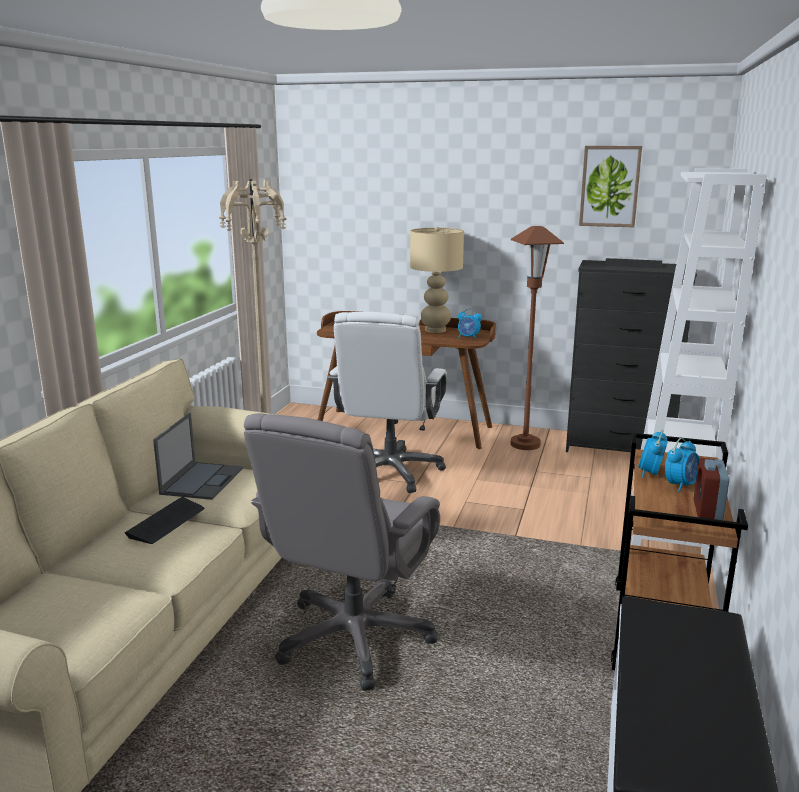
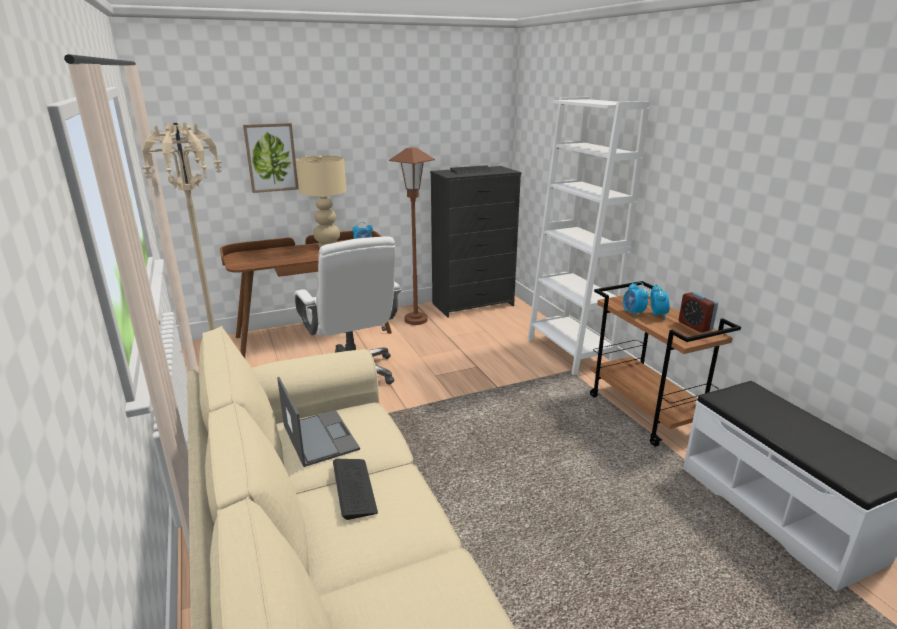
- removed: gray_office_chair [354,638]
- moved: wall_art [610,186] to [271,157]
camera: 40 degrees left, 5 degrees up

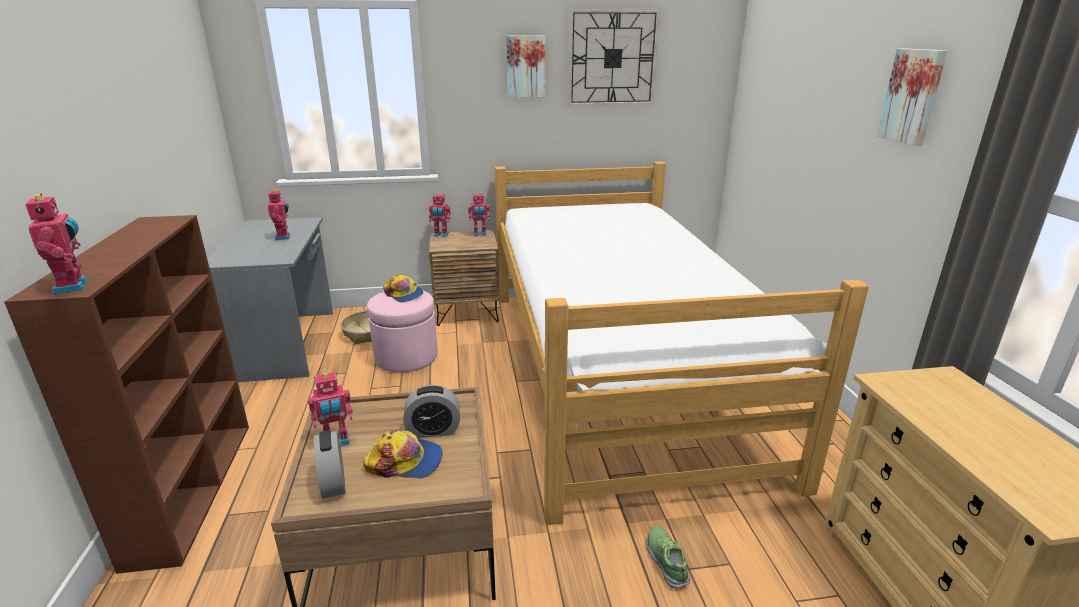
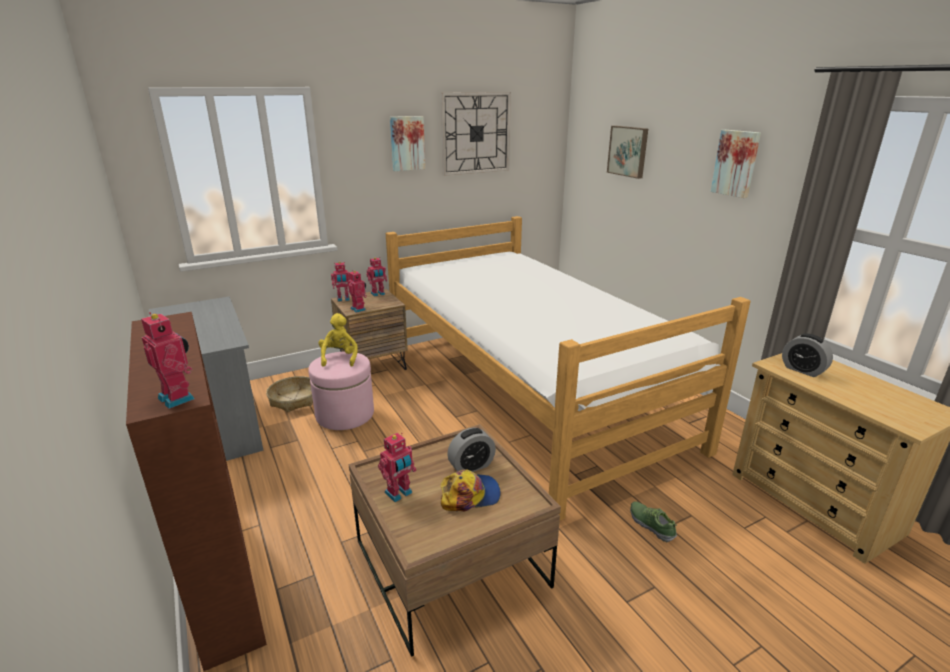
- moved: model_robot [284,237] to [359,309]
- moved: table_clock [333,483] to [802,370]
- replaced: peaked_cap [404,294] to yellow-coloured_cuddly_toy [339,358]
- added: wall_art [628,151]
camera: 20 degrees left, 0 degrees up

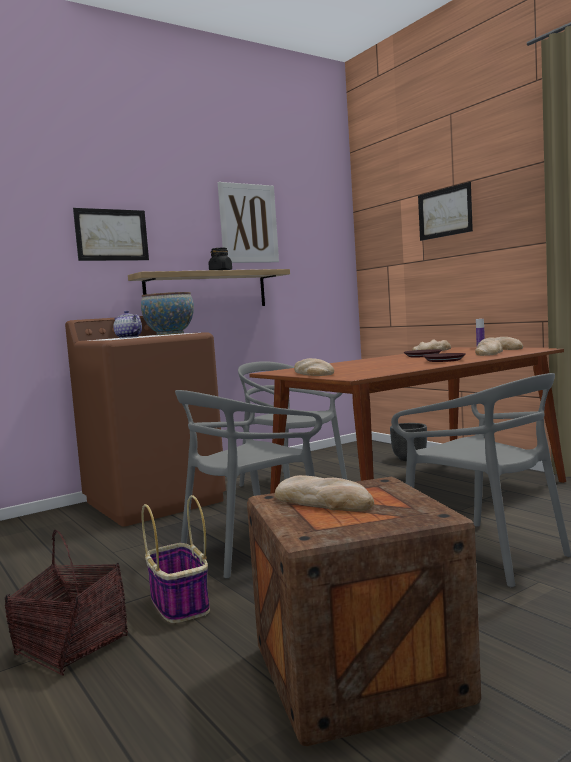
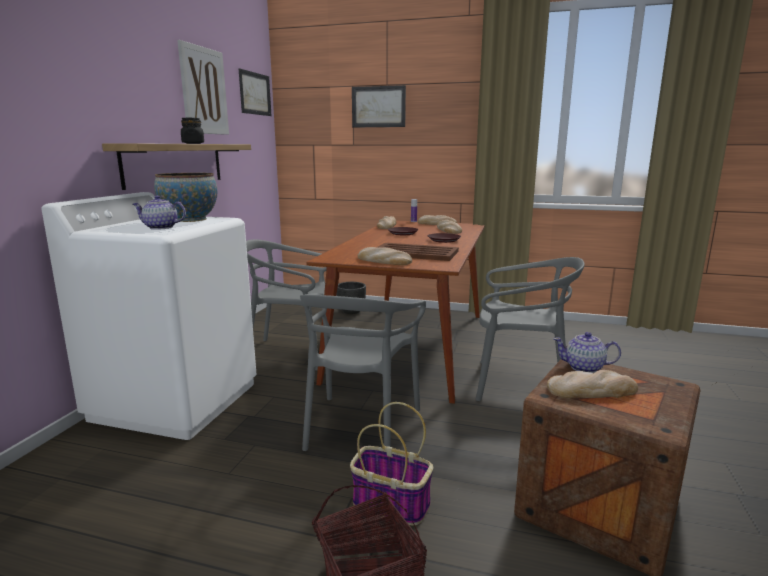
- recoloured: brown_laundry_appliance [155,501] to white-coloured_laundry_appliance [176,400]
- moved: wall_art [111,235] to [255,93]
- added: brown_tray [416,253]
- added: tea_pot [584,368]
camera: 40 degrees left, 10 degrees up

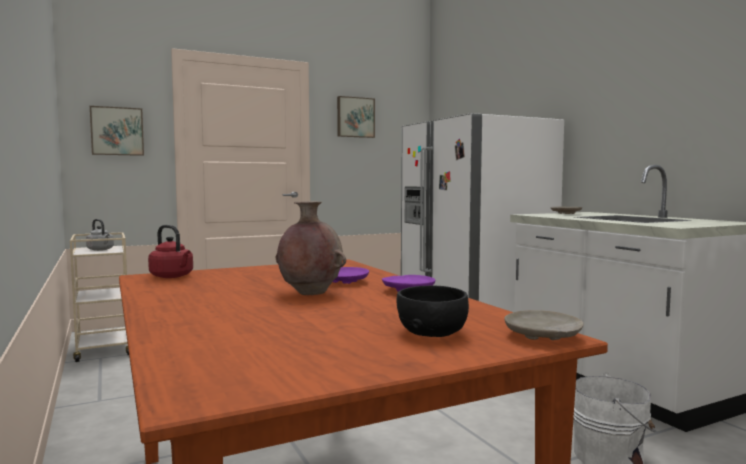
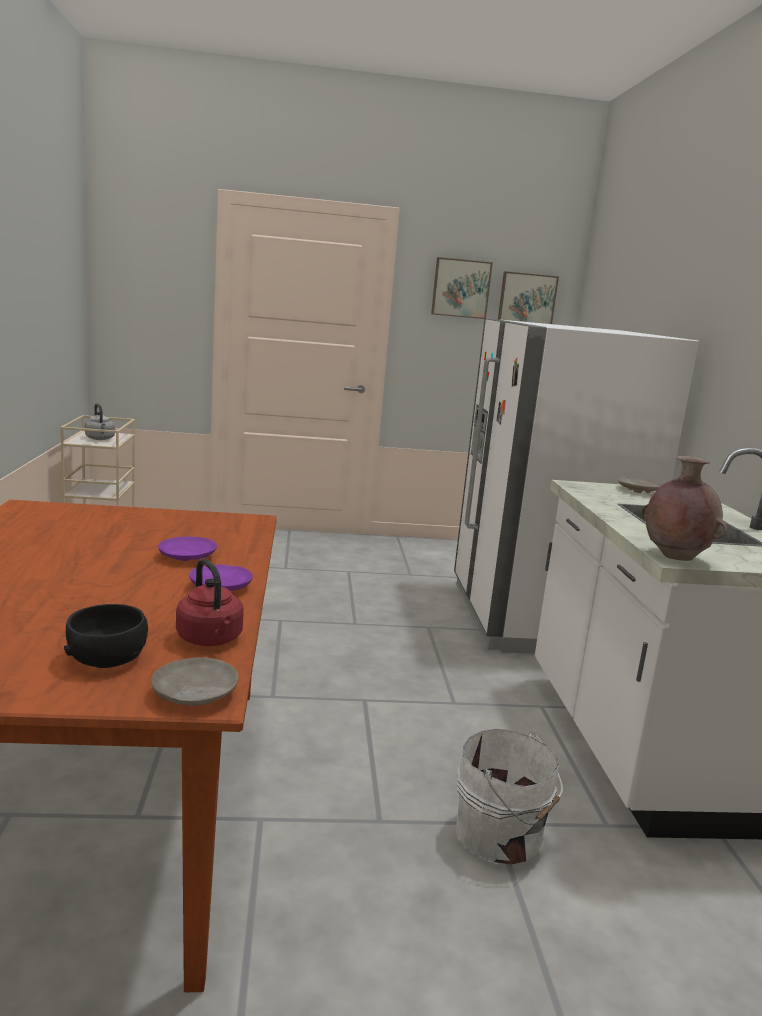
- moved: wall_art [117,131] to [526,302]
- moved: reddish_kettle [173,276] to [210,640]
- moved: brown_flower_vase [310,293] to [674,557]
camera: 20 degrees right, 10 degrees up

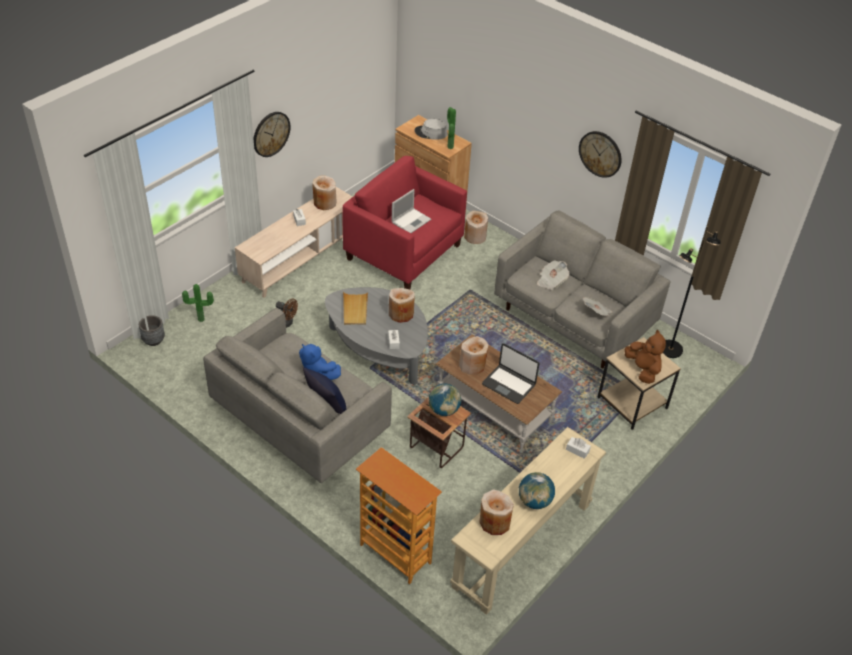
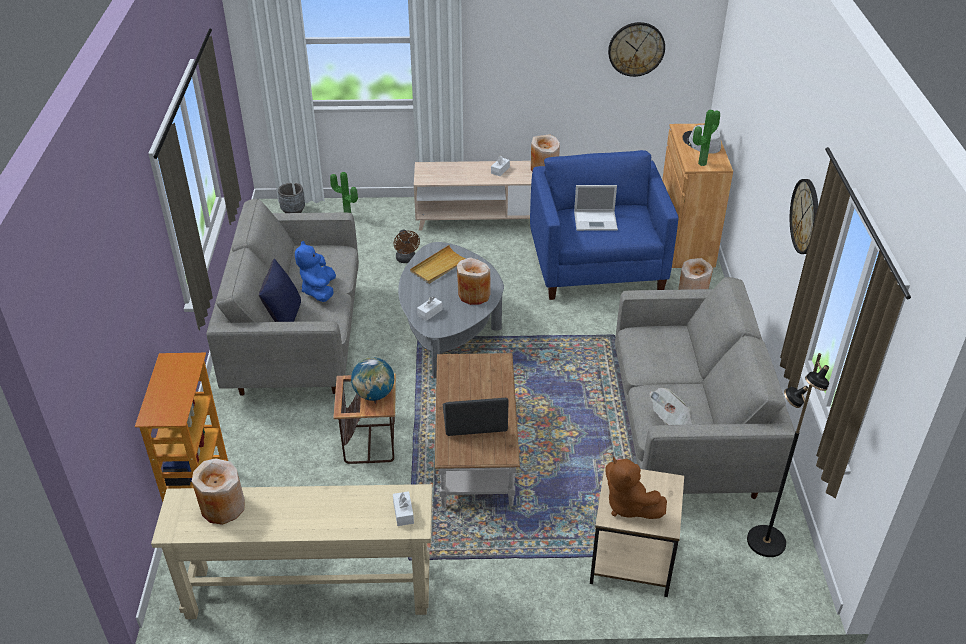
- moved: wall_clock [271,134] to [636,49]
- recoloured: reddish_lounge_chair [404,252] to blue-coloured_lounge_chair [597,266]
- removed: beige_flower_vase [472,365]
- turned: portable_computer [509,384] = [474,420] 90 degrees clockwise
- removed: world_globe [534,501]
- removed: daily_paper [551,281]
- turned: brown_cuddly_toy [642,369] = [628,505] 120 degrees clockwise
camera: 50 degrees right, 5 degrees down

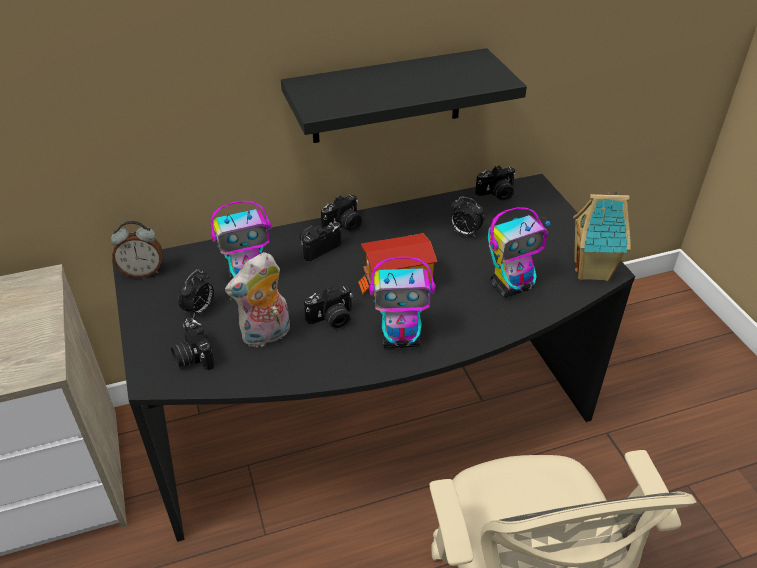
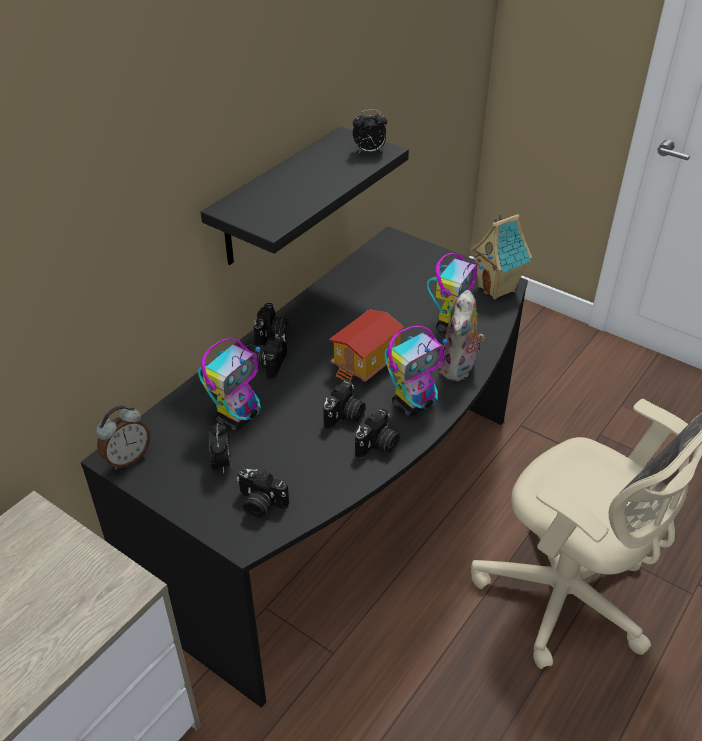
- moved: cuddly_toy [266,336] to [459,369]
- moved: table_clock [464,233] to [369,152]
- moved: still_camera [497,194] to [378,446]
camera: 35 degrees left, 0 degrees up

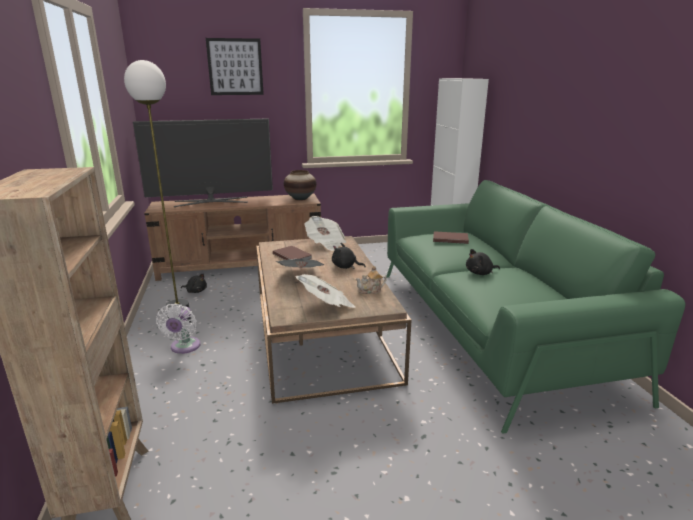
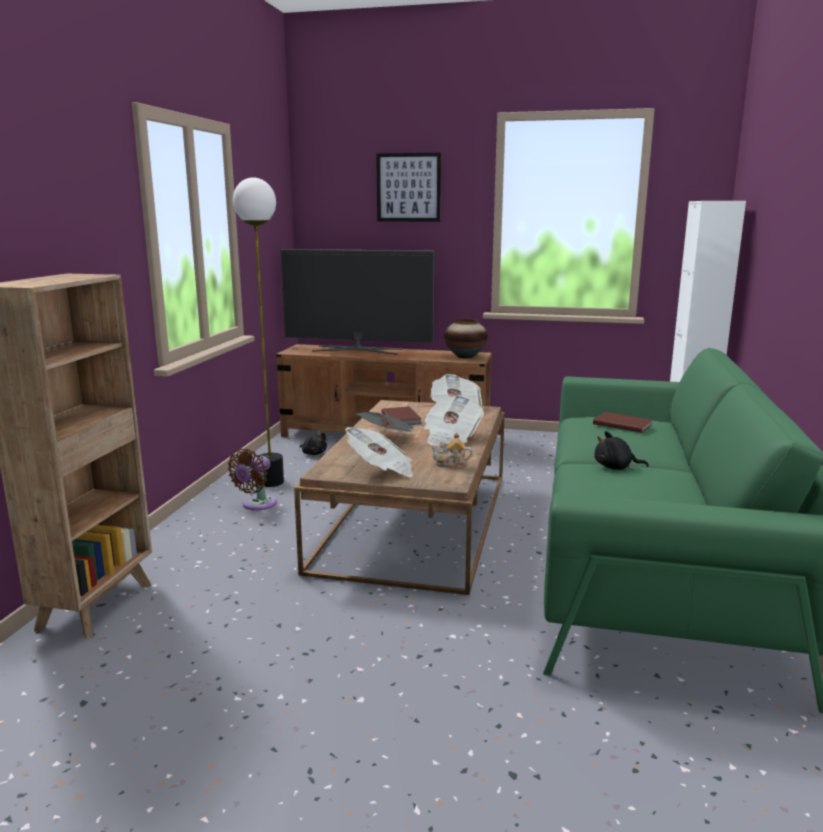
- recoloured: white-coloured_electric_fan [184,347] to brown_electric_fan [256,505]
- replaced: black_cuddly_toy [345,267] to daily_paper [450,437]
camera: 25 degrees right, 5 degrees down

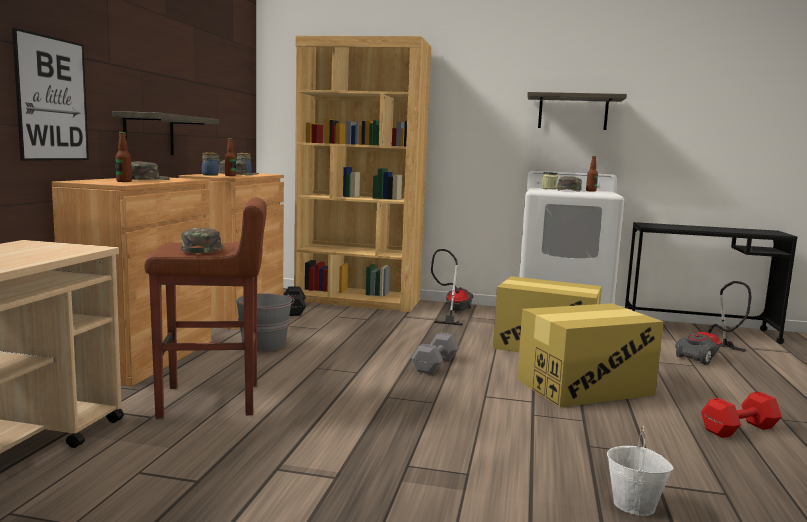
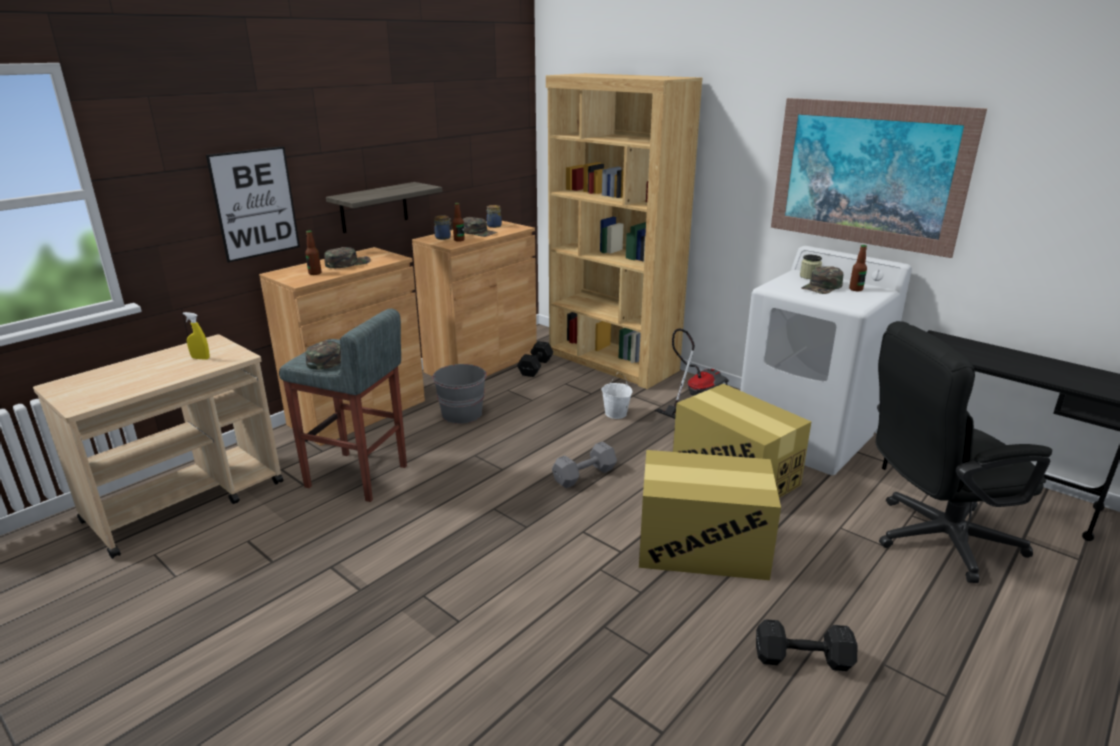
- recoloured: brown_sitting_stool [211,401] to gray_sitting_stool [357,477]
- replaced: bracket_shelf [573,112] to wall_art [867,174]
- moved: white-coloured_bucket [635,505] to [616,414]
- replaced: vacuum_cleaner [709,357] to black_office_chair [932,539]
- recoloured: reddish_hand_weight [741,429] to black_hand_weight [805,660]
- added: yellow-coloured_sprayer [200,358]
camera: 30 degrees right, 15 degrees up

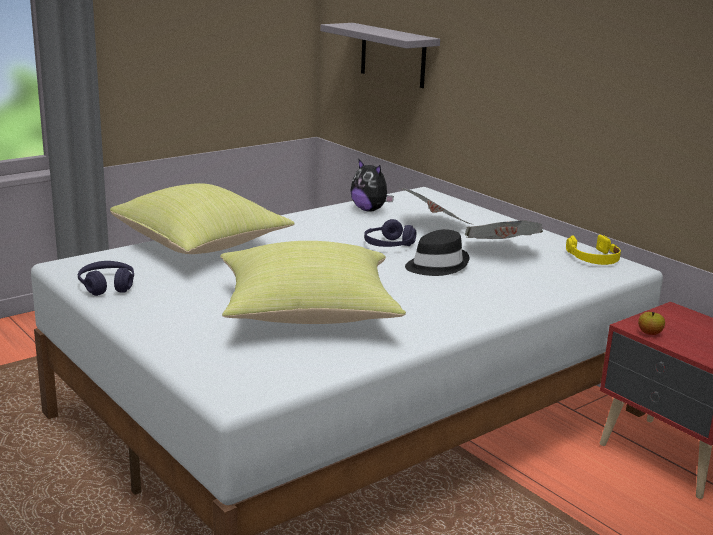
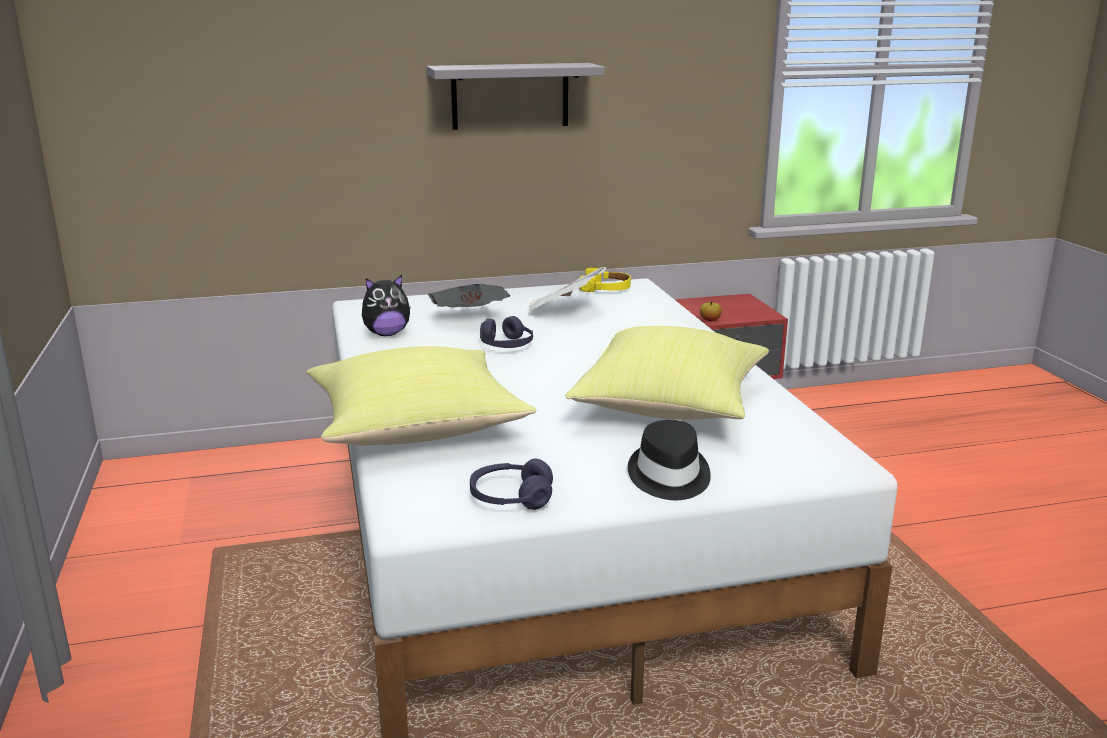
- moved: gray_bracket_shelf [393,55] to [510,96]
- moved: black_wearable_hat [436,265] to [668,476]
camera: 65 degrees left, 0 degrees up

